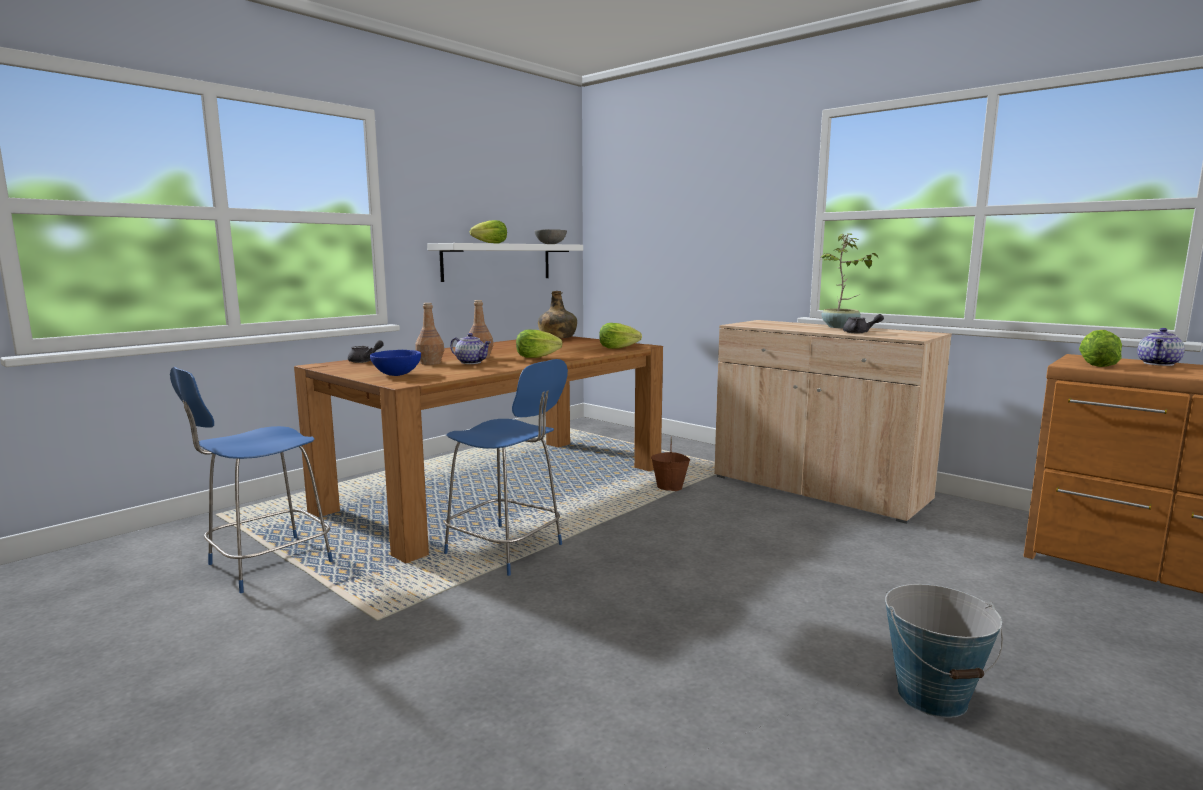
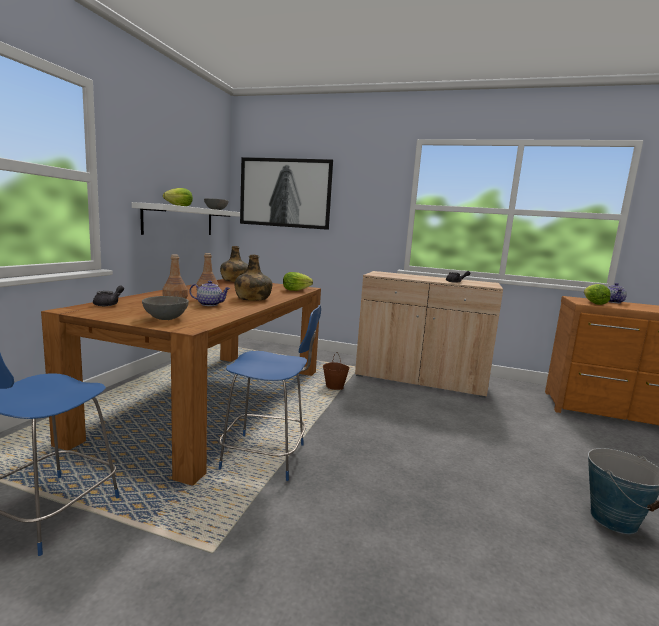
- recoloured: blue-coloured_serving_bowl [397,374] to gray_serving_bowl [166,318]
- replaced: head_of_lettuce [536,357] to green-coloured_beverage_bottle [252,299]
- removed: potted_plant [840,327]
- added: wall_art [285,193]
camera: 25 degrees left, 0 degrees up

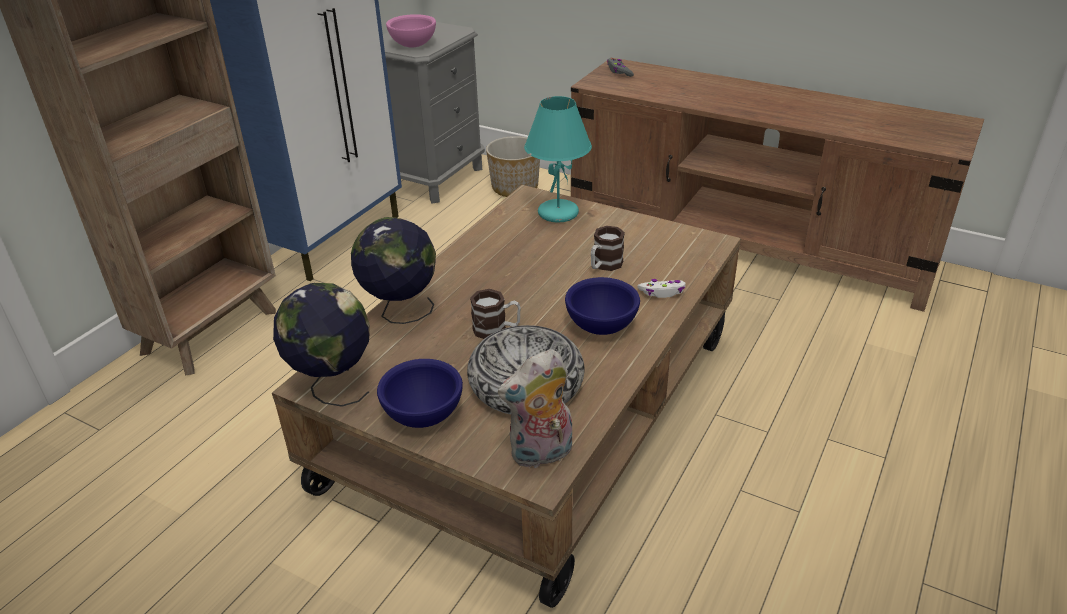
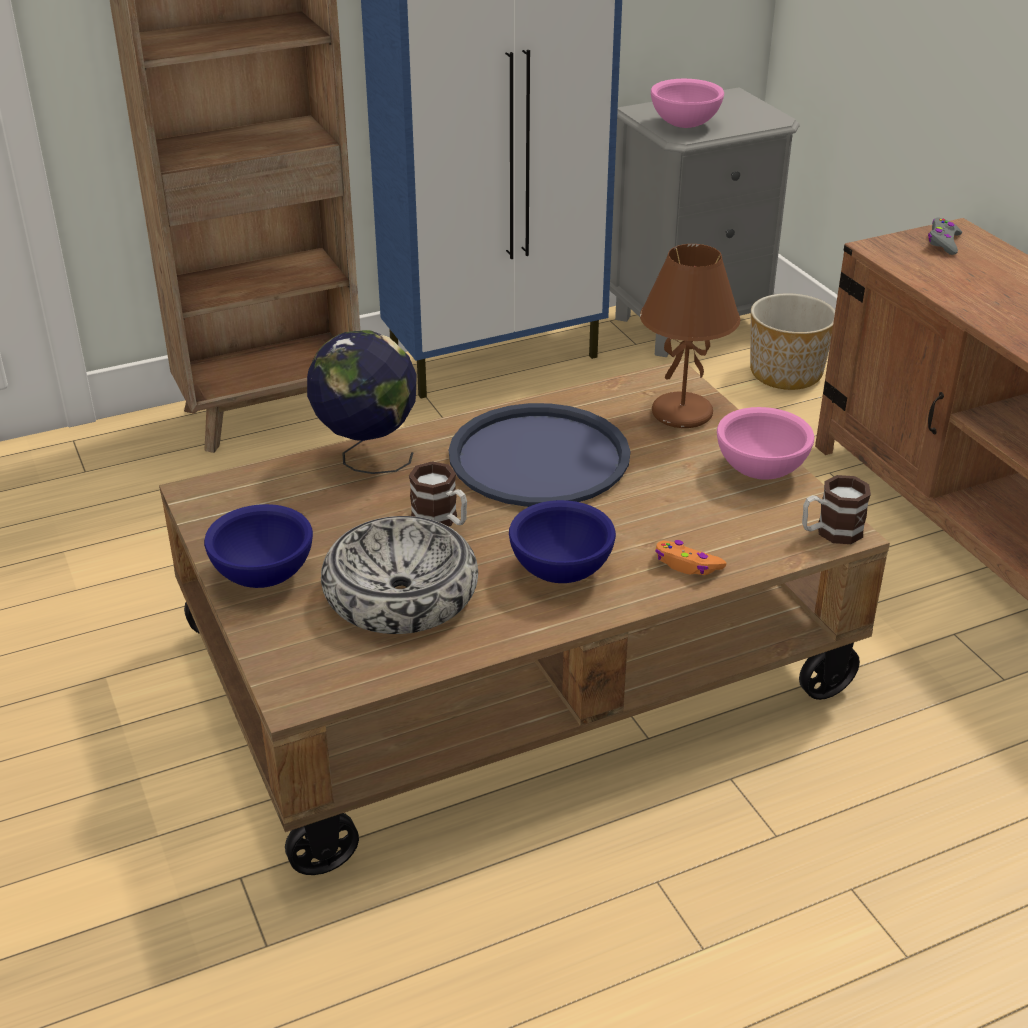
- removed: world_globe [333,385]
- removed: cuddly_toy [541,455]
- recoloured: blue-green_table_lamp [558,213] to brown_table_lamp [682,413]
- moved: mug [604,265] to [830,532]
- recoloured: white-coloured_joypad [662,292] to orange-coloured_joypad [687,565]
- added: blue-coloured_tray [539,457]
- added: pink-coloured_serving_bowl [762,470]
camera: 35 degrees right, 0 degrees up

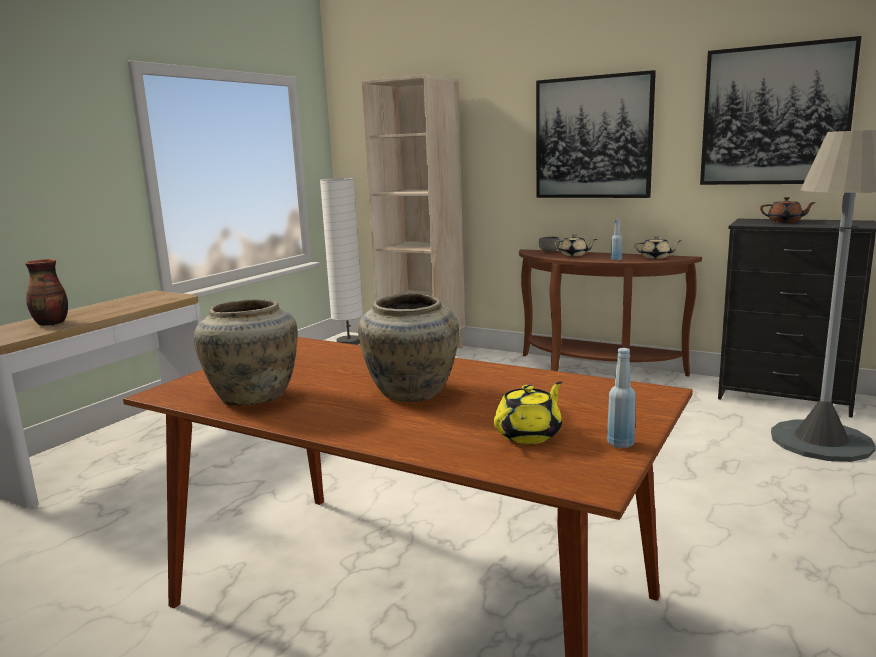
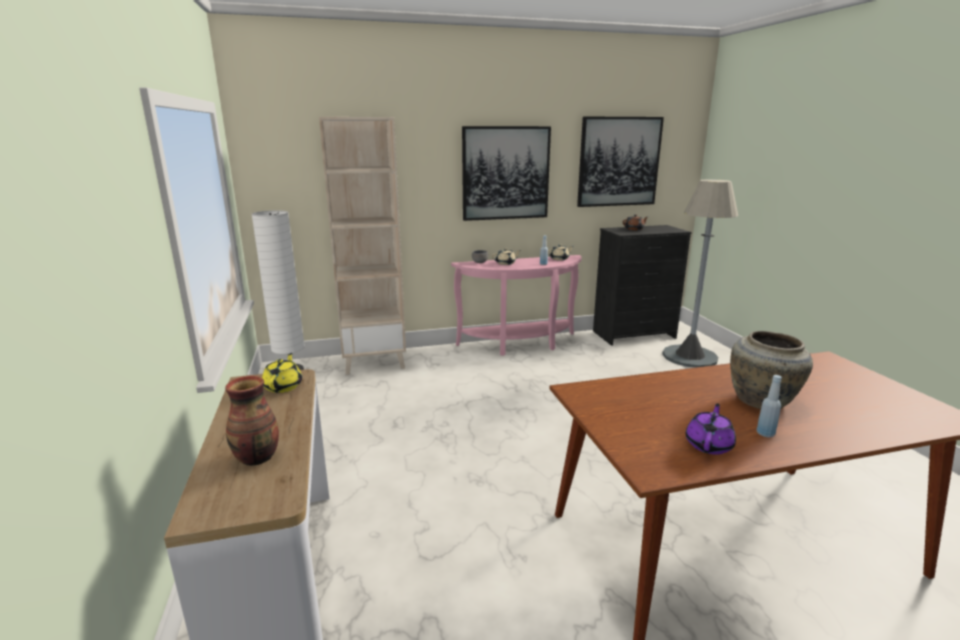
- replaced: beige_flower_vase [254,397] to purple_tea_pot [709,445]
- moved: yellow-coloured_tea_pot [529,434] to [283,386]
- recoloured: brown_hall_table [595,371] to pink-coloured_hall_table [520,345]
- moved: blue-coloured_beverage_bottle [620,444] to [765,434]
camera: 45 degrees left, 5 degrees up

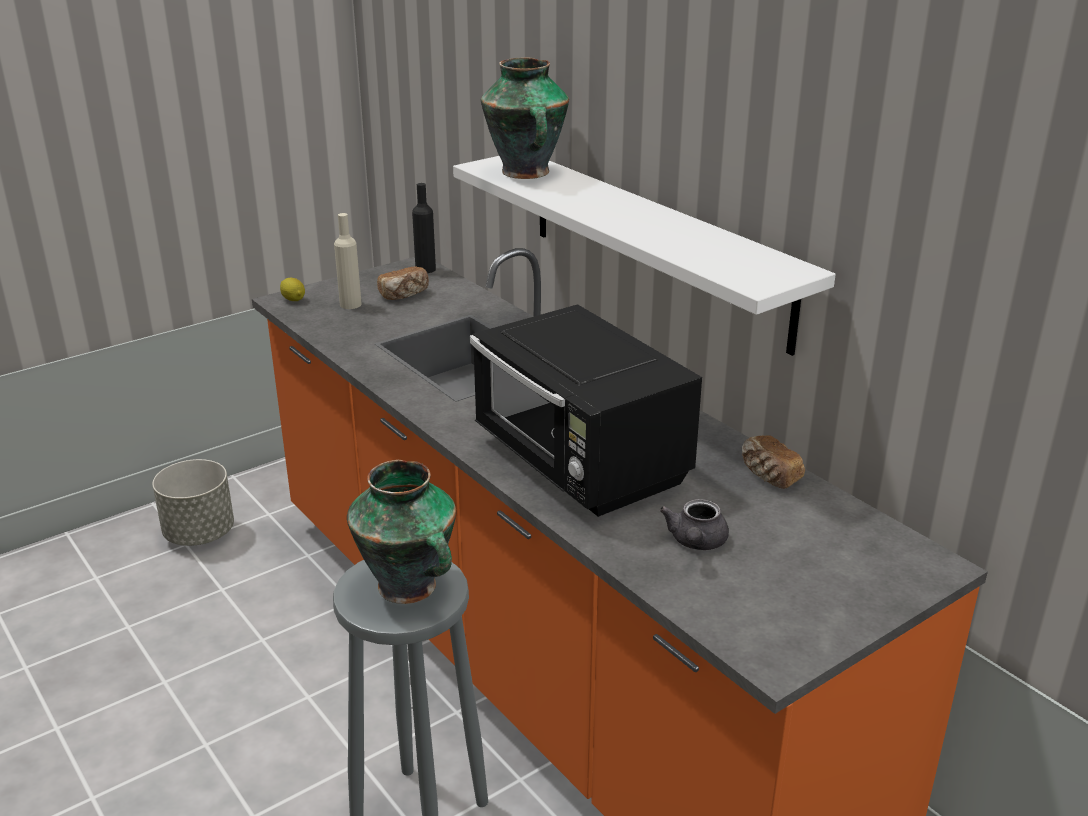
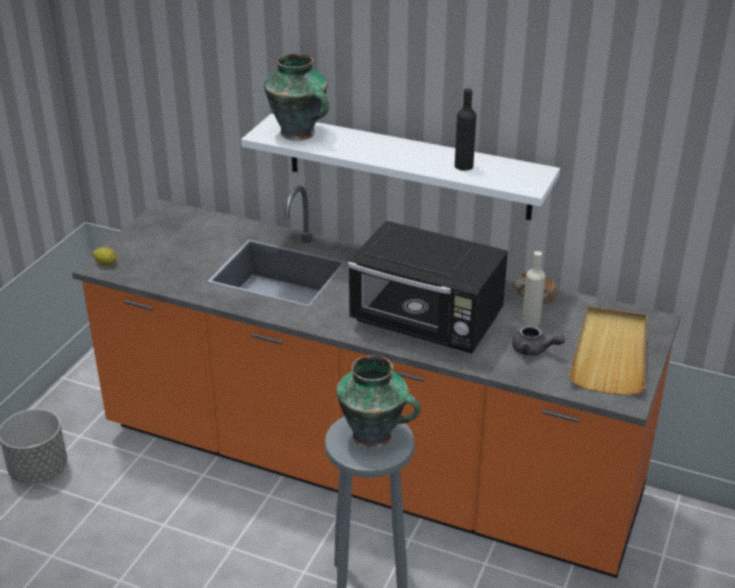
- moved: beige_beverage_bottle [350,304] to [531,321]
- removed: baked_bread [404,294]
- moved: black_beverage_bottle [425,269] to [463,166]
- turned: gray_tea_pot [696,543] = [534,350] 45 degrees counterclockwise
- added: beige_tray [610,354]
camera: 30 degrees left, 5 degrees up

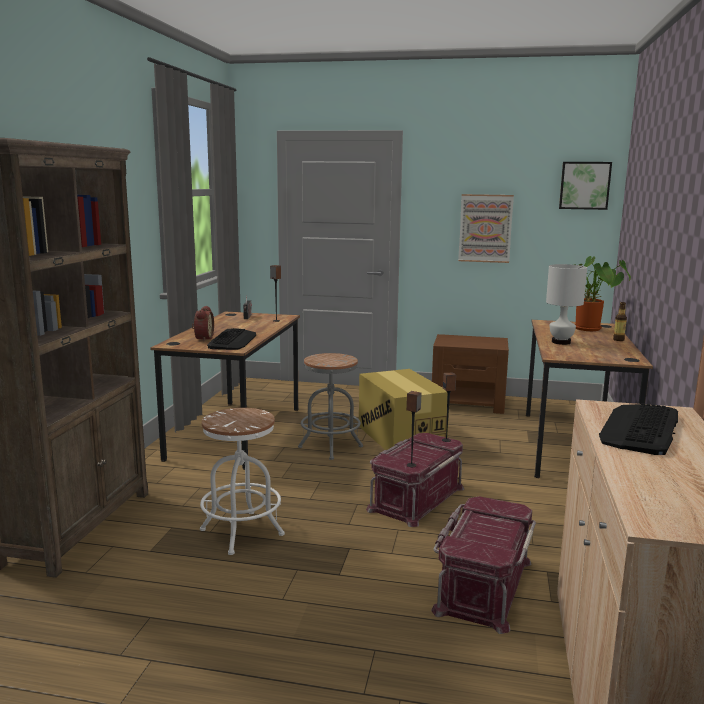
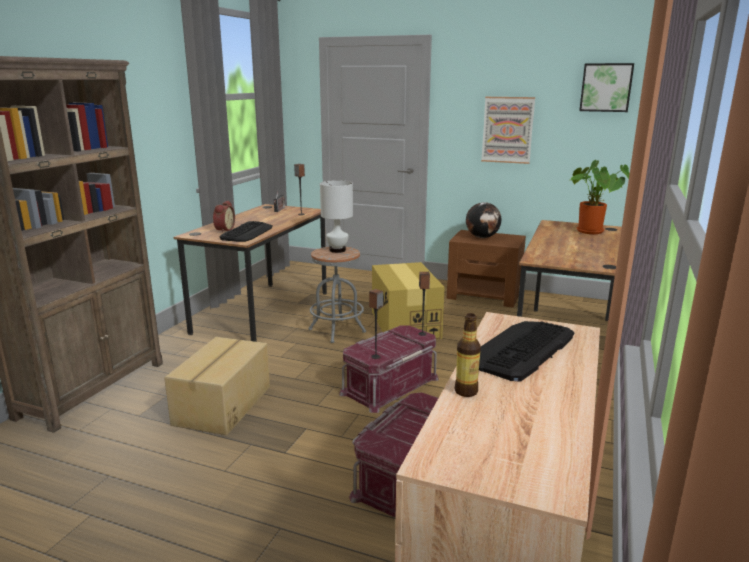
- replaced: white-coloured_sitting_stool [242,532] to carton [221,405]
- moved: white-coloured_table_lamp [561,342] to [337,250]
- moved: beverage_bottle [618,340] to [466,391]
- added: world_globe [482,237]
camera: 10 degrees right, 5 degrees up

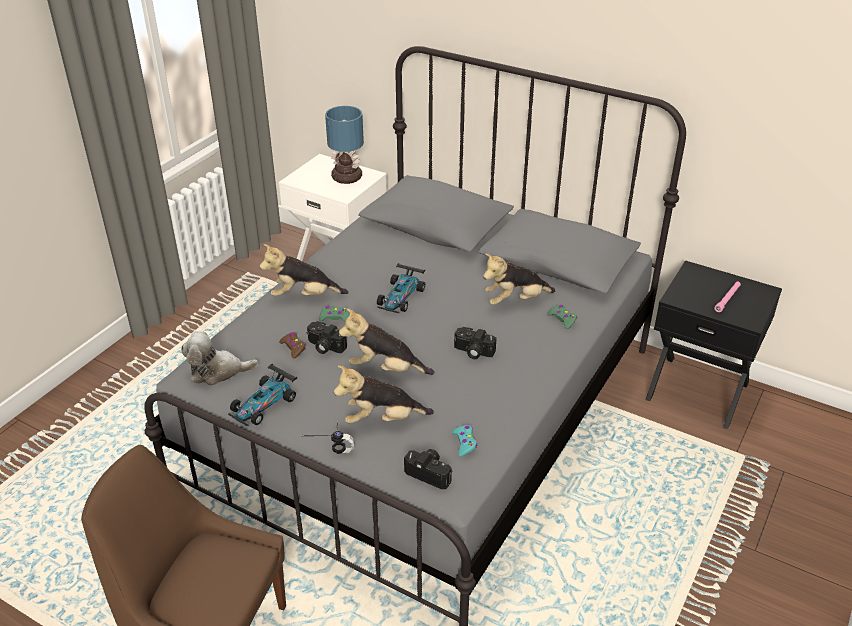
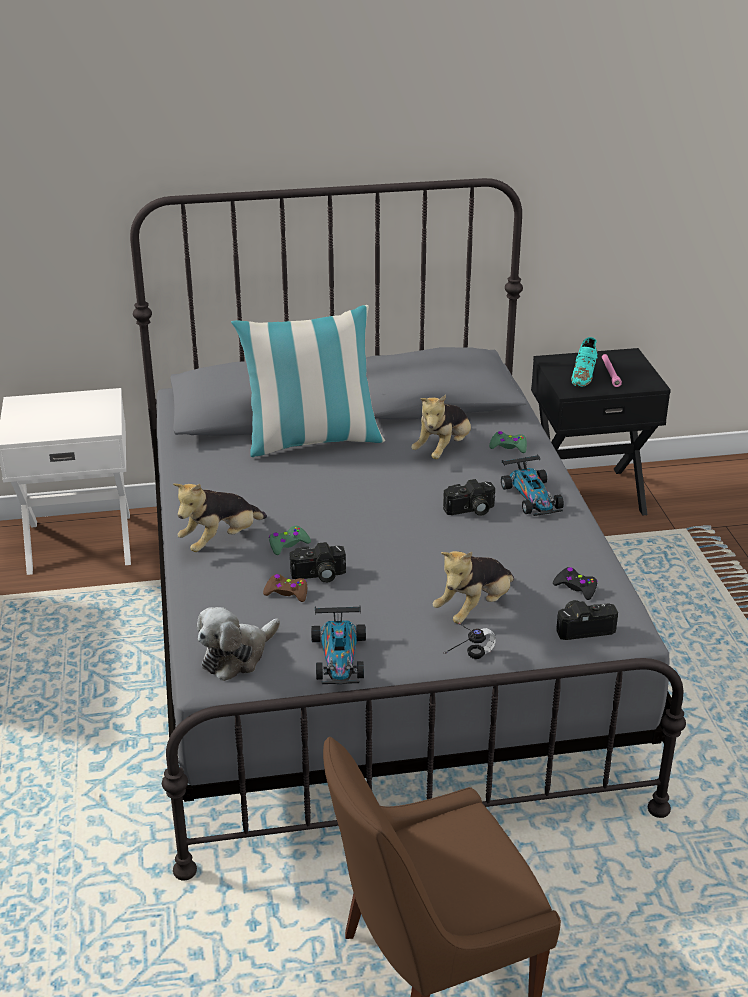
- removed: table_lamp [348,177]
- removed: cuddly_toy [385,369]
- moved: miniature_car [401,296] to [532,496]
- recoloured: blue-green_joypad [464,443] to black_joypad [576,587]
- added: pillow [312,441]
- added: blue-green_item_of_footwear [584,375]
camera: 40 degrees left, 5 degrees down

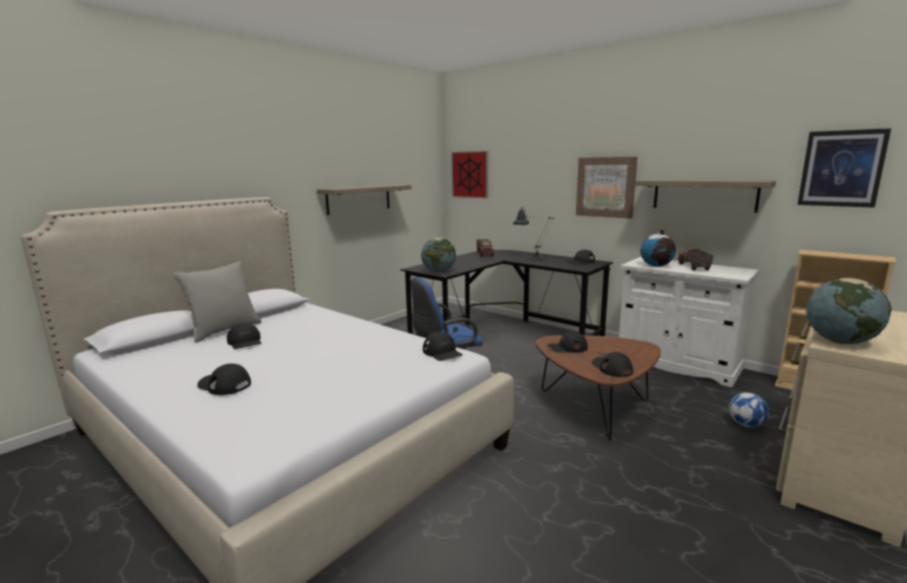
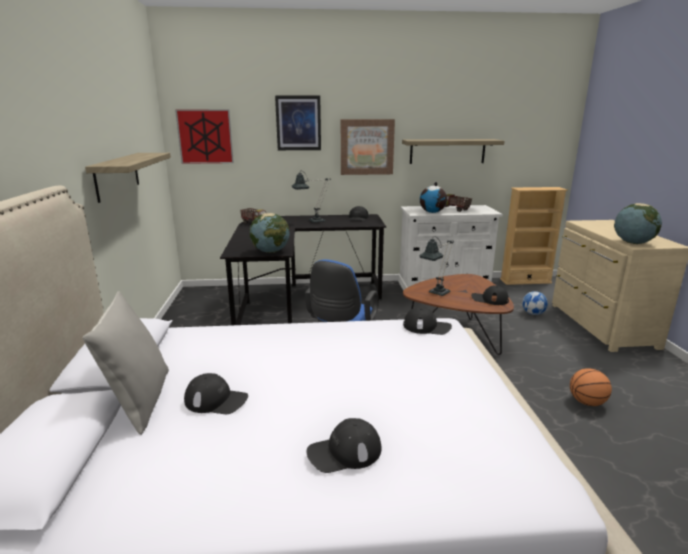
- replaced: black_peaked_cap [567,347] to table_lamp [436,294]
- moved: wall_art [841,168] to [298,123]
- added: basketball [586,402]
camera: 45 degrees left, 5 degrees up

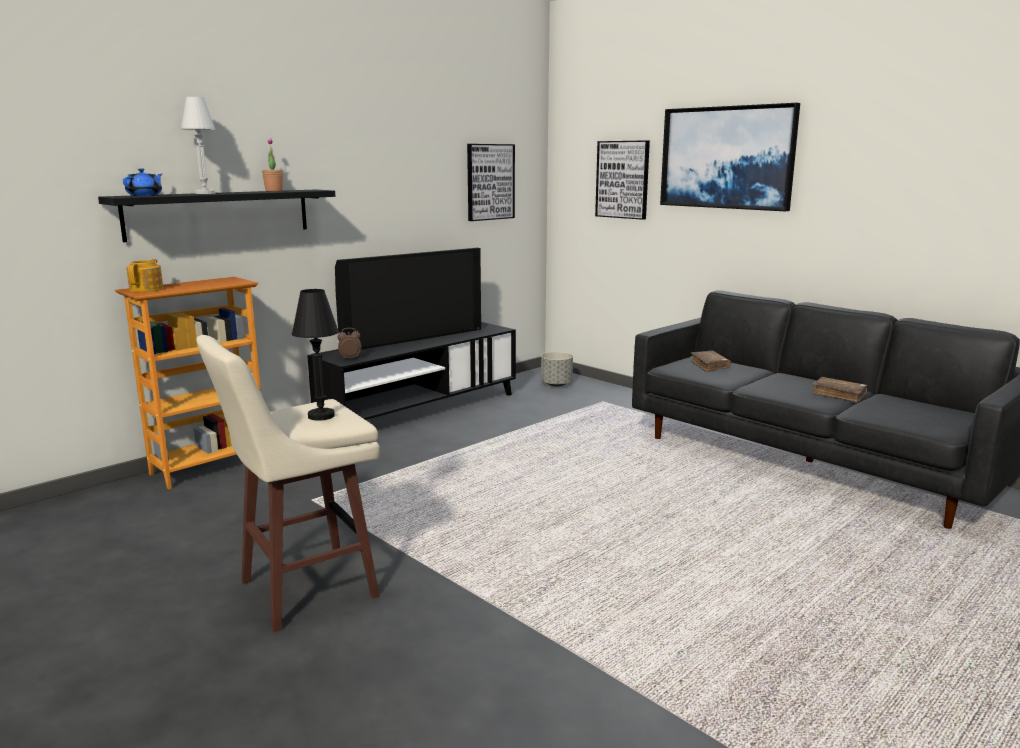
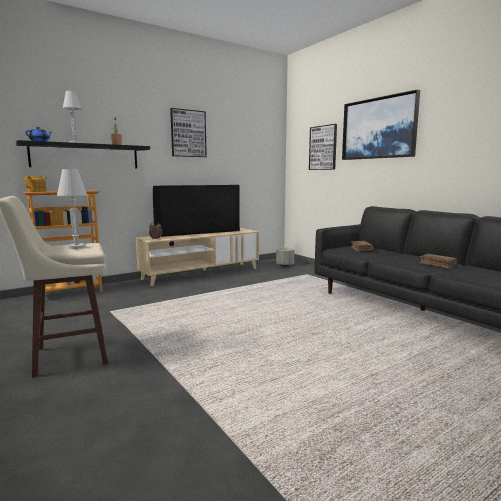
- recoloured: black_table_lamp [321,416] to white-coloured_table_lamp [76,247]
- recoloured: black_tv_unit [421,410] to beige_tv_unit [201,274]
- moved: wall_art [490,182] to [188,133]
camera: 10 degrees right, 5 degrees down

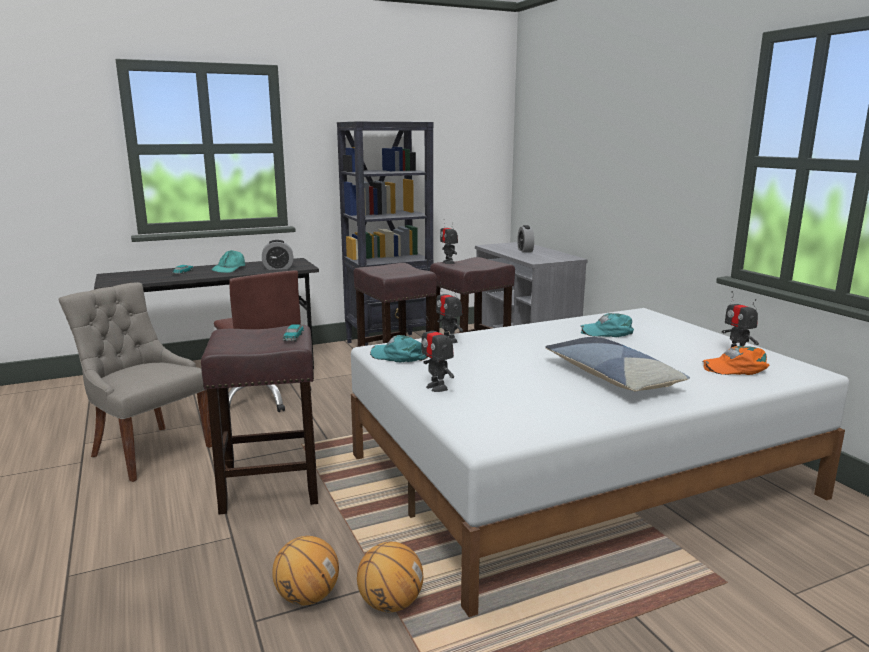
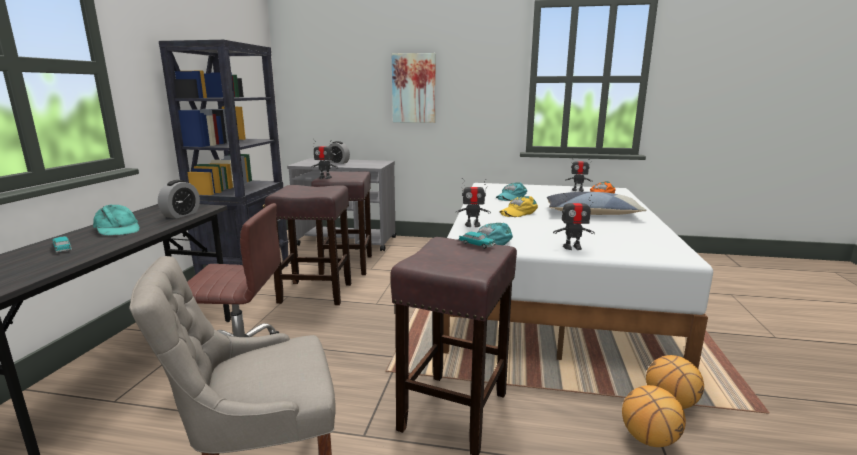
- added: wall_art [414,88]
- added: yellow-coloured_peaked_cap [518,212]
camera: 55 degrees left, 0 degrees up

